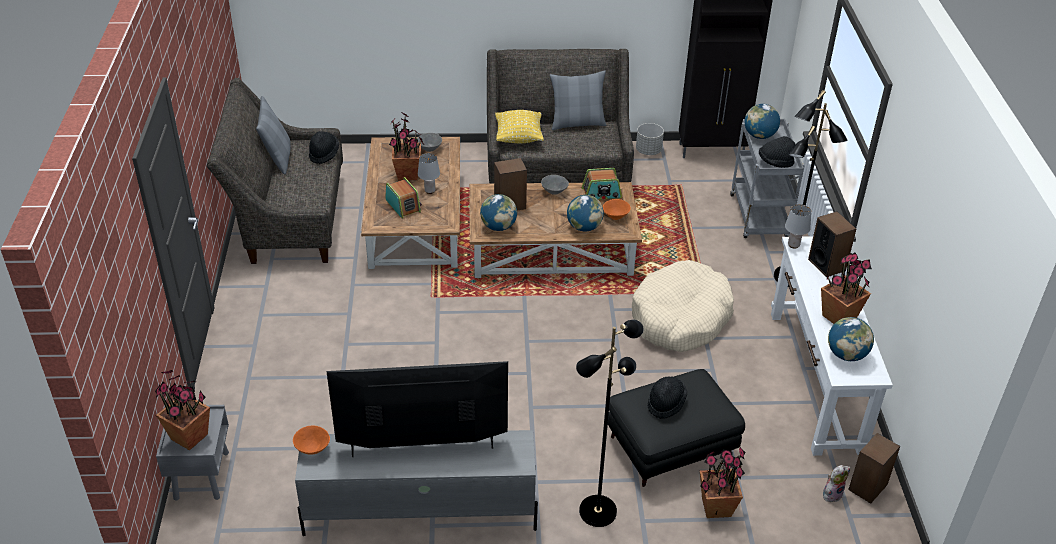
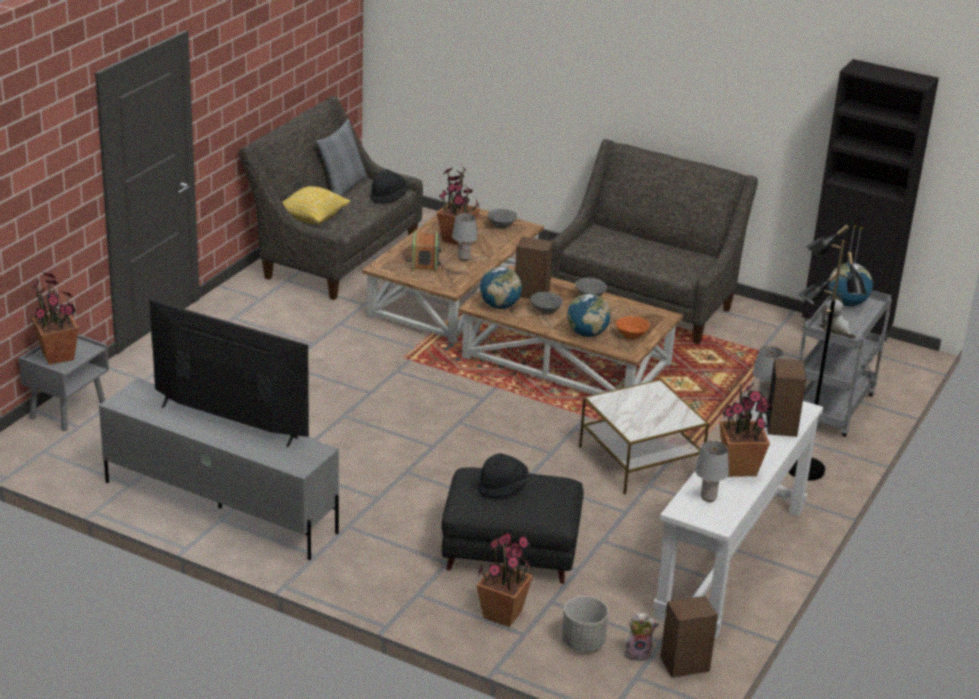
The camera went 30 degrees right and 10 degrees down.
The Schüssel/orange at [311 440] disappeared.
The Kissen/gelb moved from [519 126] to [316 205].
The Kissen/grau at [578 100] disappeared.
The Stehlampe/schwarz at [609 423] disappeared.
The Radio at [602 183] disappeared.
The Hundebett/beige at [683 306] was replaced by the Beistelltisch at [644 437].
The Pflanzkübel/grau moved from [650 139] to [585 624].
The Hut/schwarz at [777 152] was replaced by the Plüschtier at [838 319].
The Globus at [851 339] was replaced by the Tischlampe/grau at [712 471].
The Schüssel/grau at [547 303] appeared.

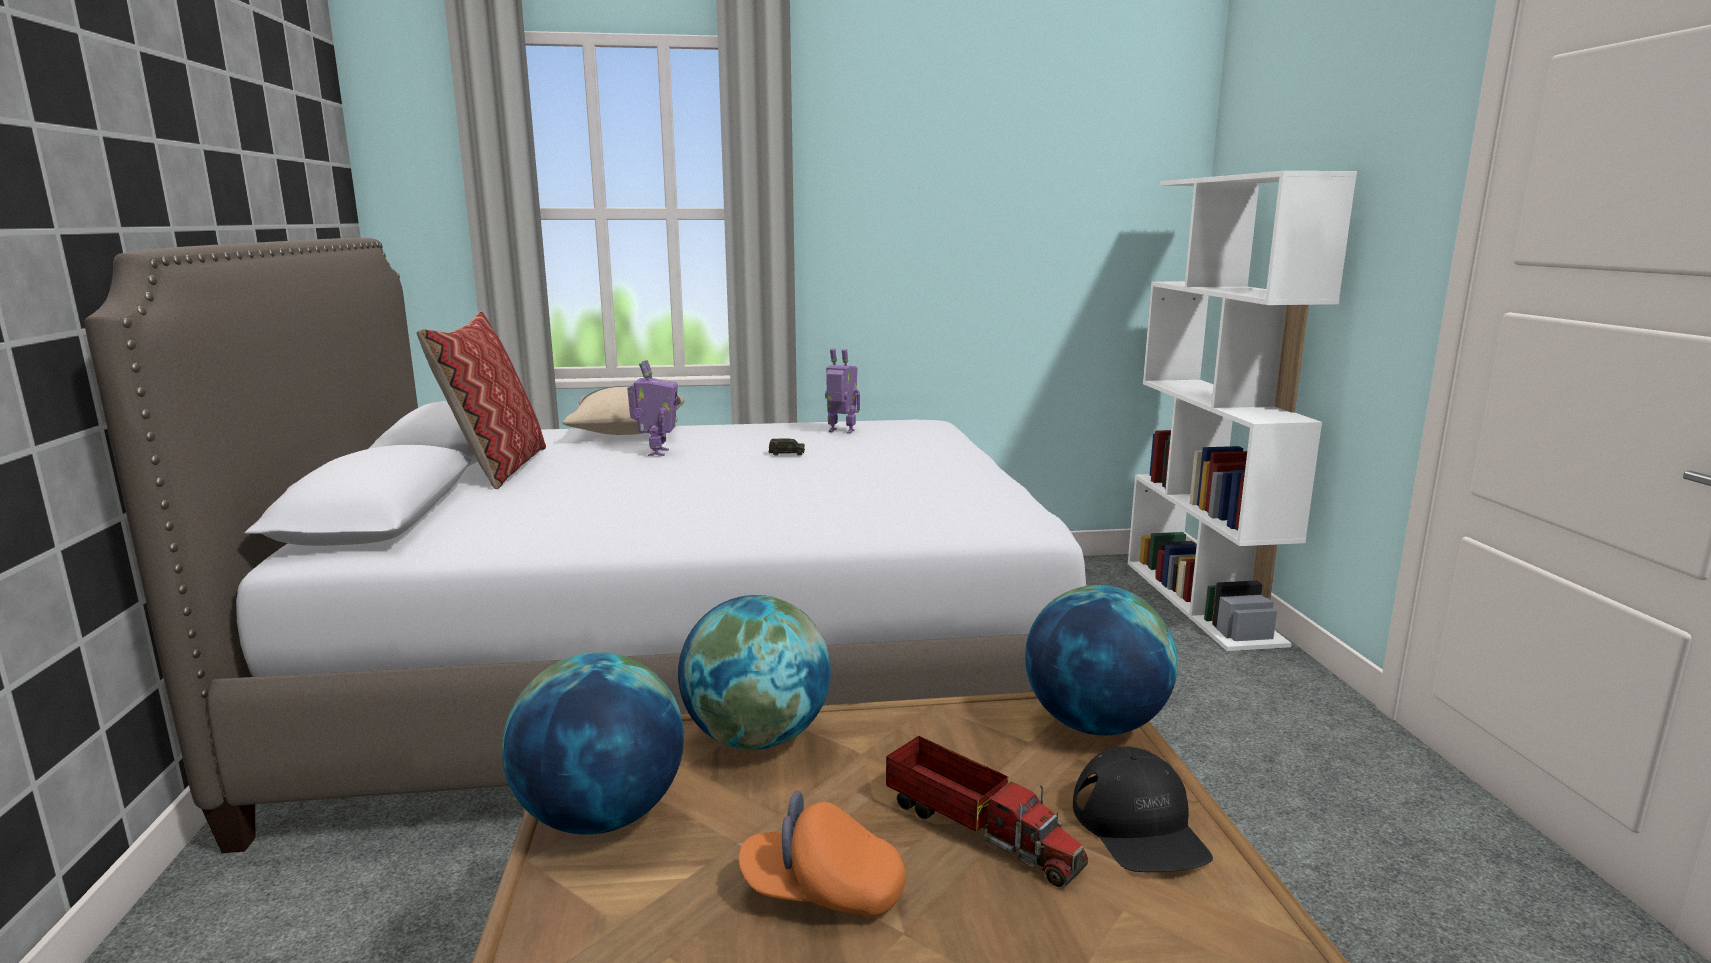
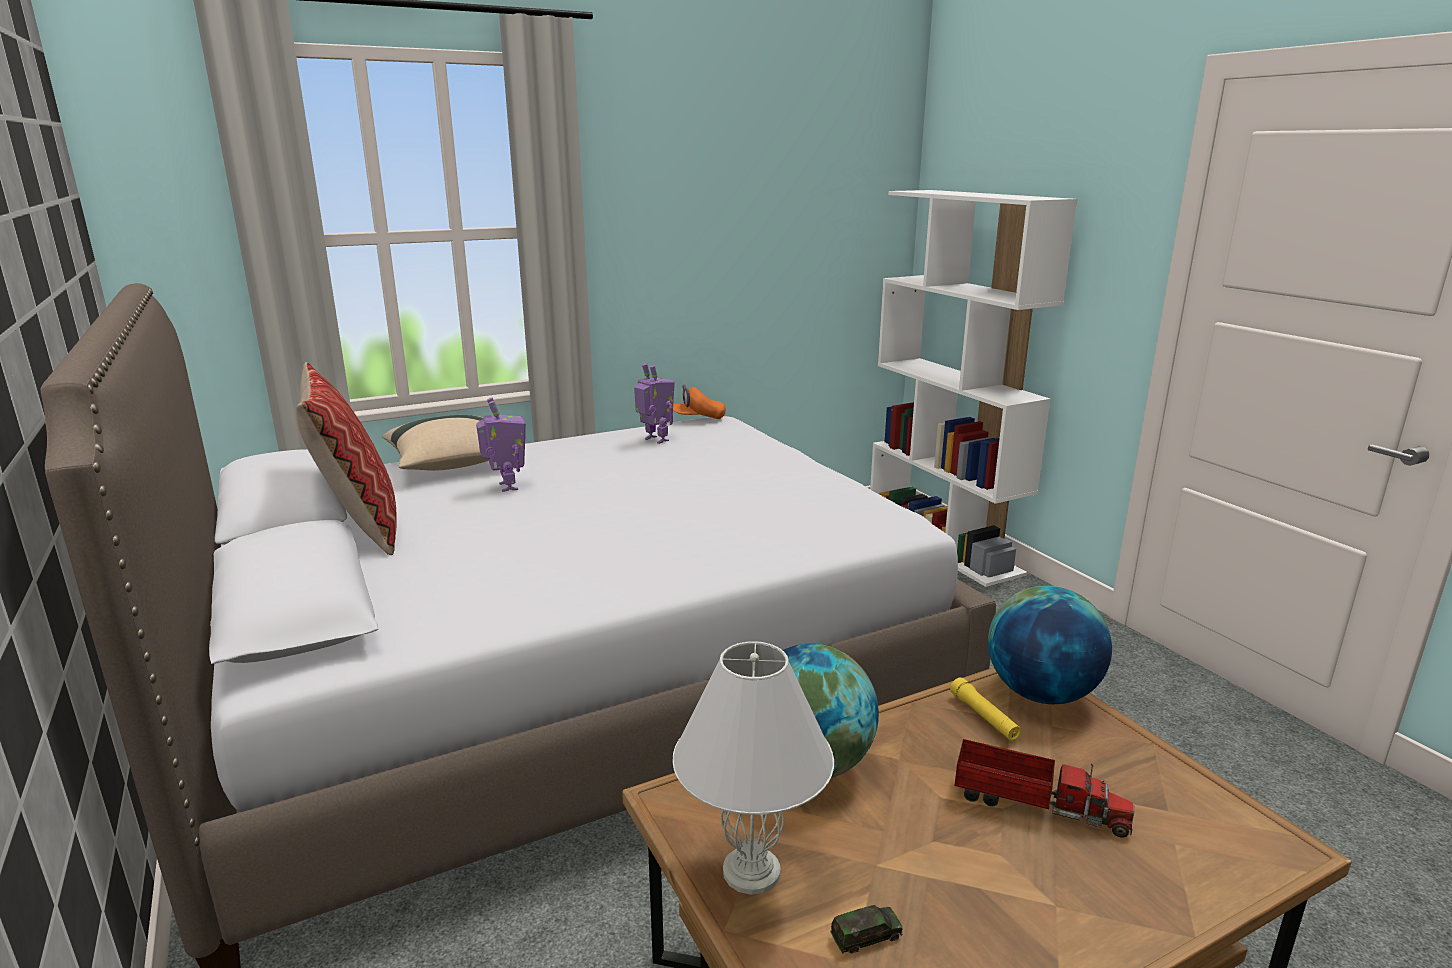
The camera went 20 degrees left and 5 degrees up.
The Globus at [593 743] was replaced by the Tischlampe/weiß at [753 768].
The Kappe/orange moved from [822 854] to [699 401].
The Spielzeugauto moved from [787 447] to [866 929].
The Spielzeugroboter at [842 391] turned 45 degrees clockwise.
The Kappe/schwarz at [1143 809] disappeared.
The Taschenlampe/gelb at [985 709] appeared.

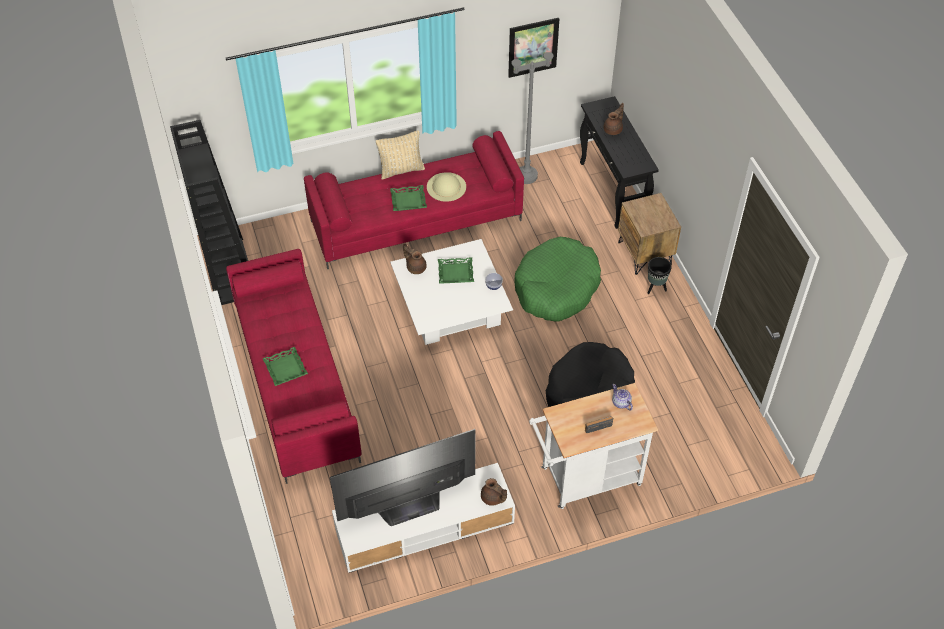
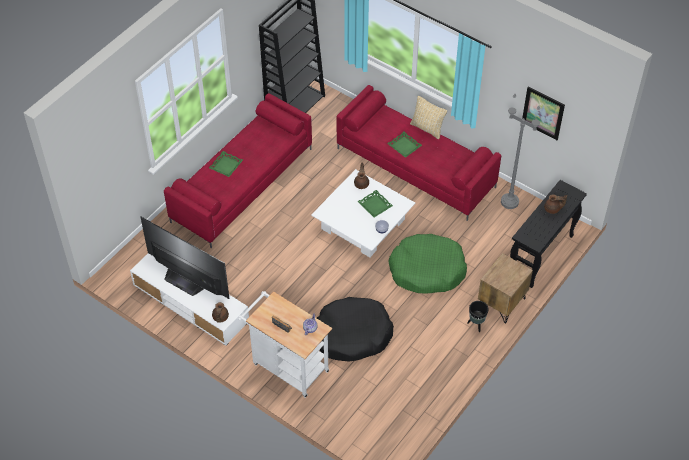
The camera went 55 degrees right and 0 degrees up.
The Hut/beige at [446 187] disappeared.

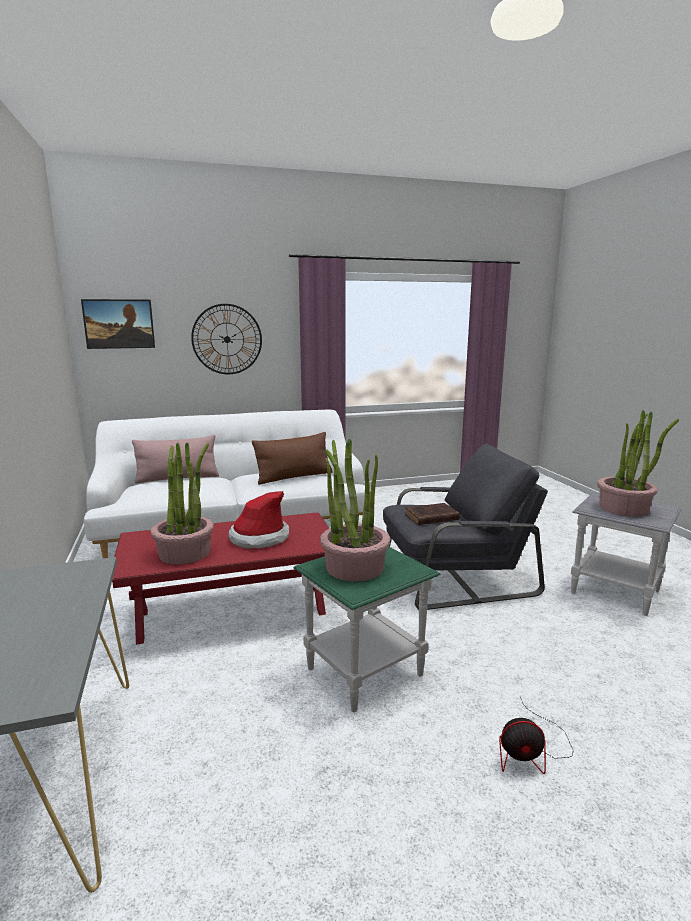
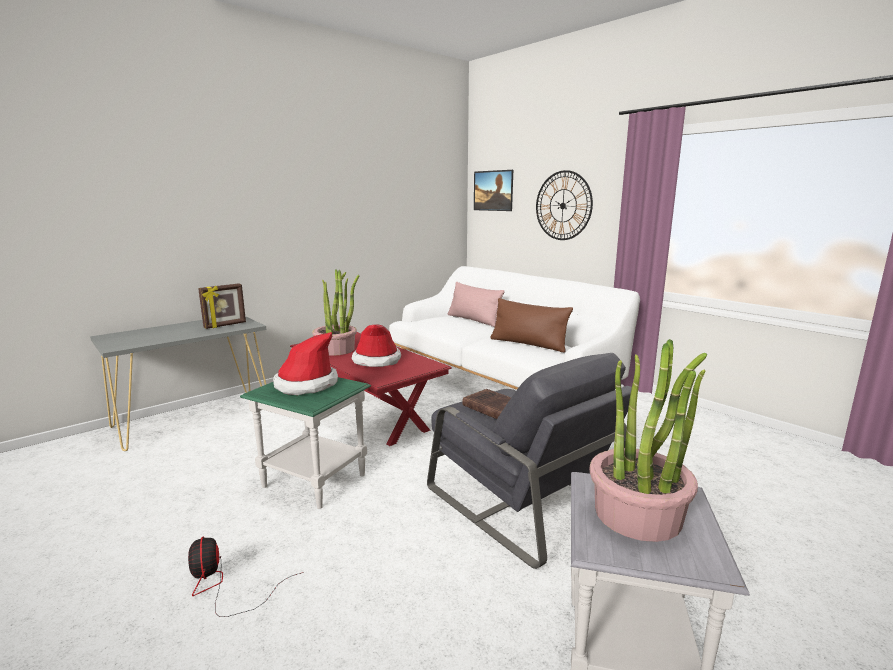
The camera went 65 degrees right and 0 degrees up.
The Topfpflanze at [355 510] was replaced by the Hut at [305 363].
The Bilderrahmen at [222 306] appeared.

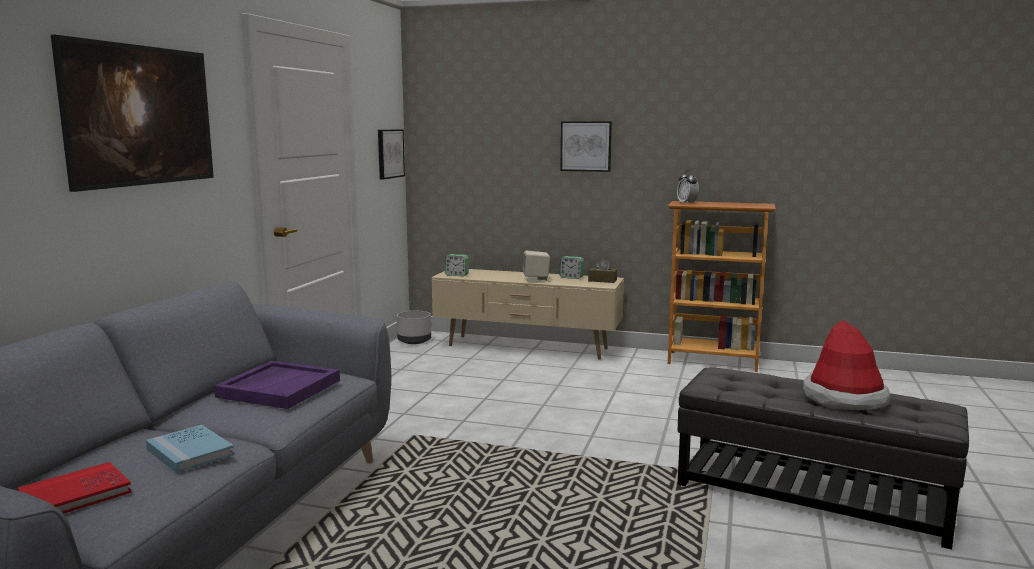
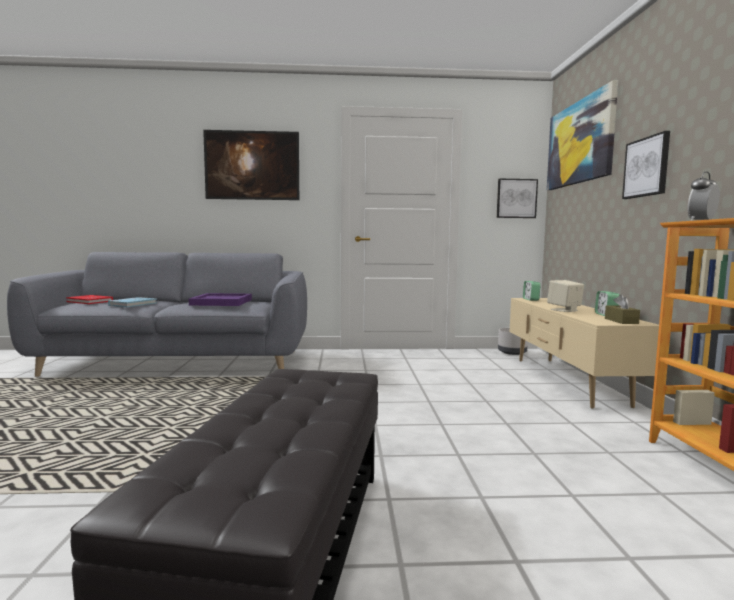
The camera went 70 degrees right and 5 degrees down.
The Hut at [847 365] disappeared.
The Bild at [582 135] appeared.

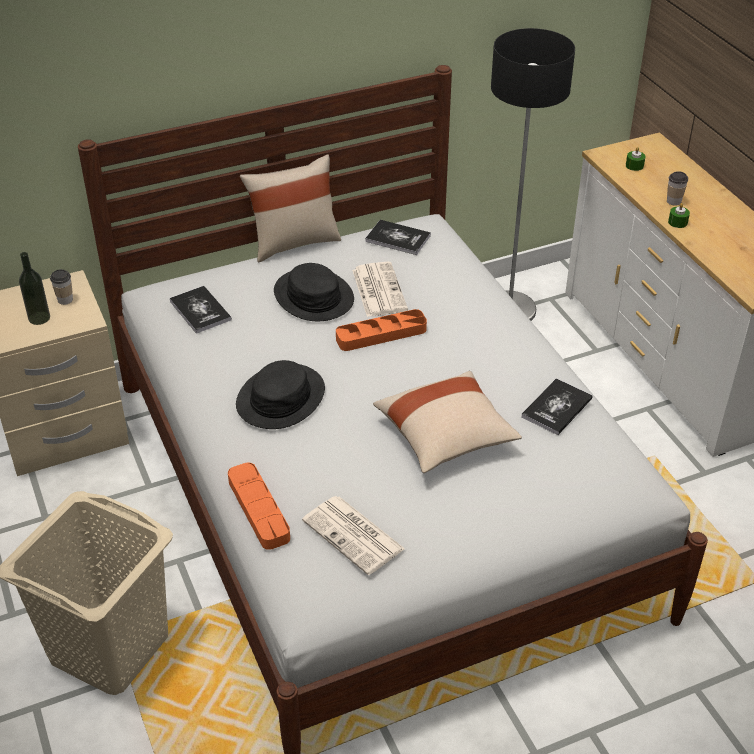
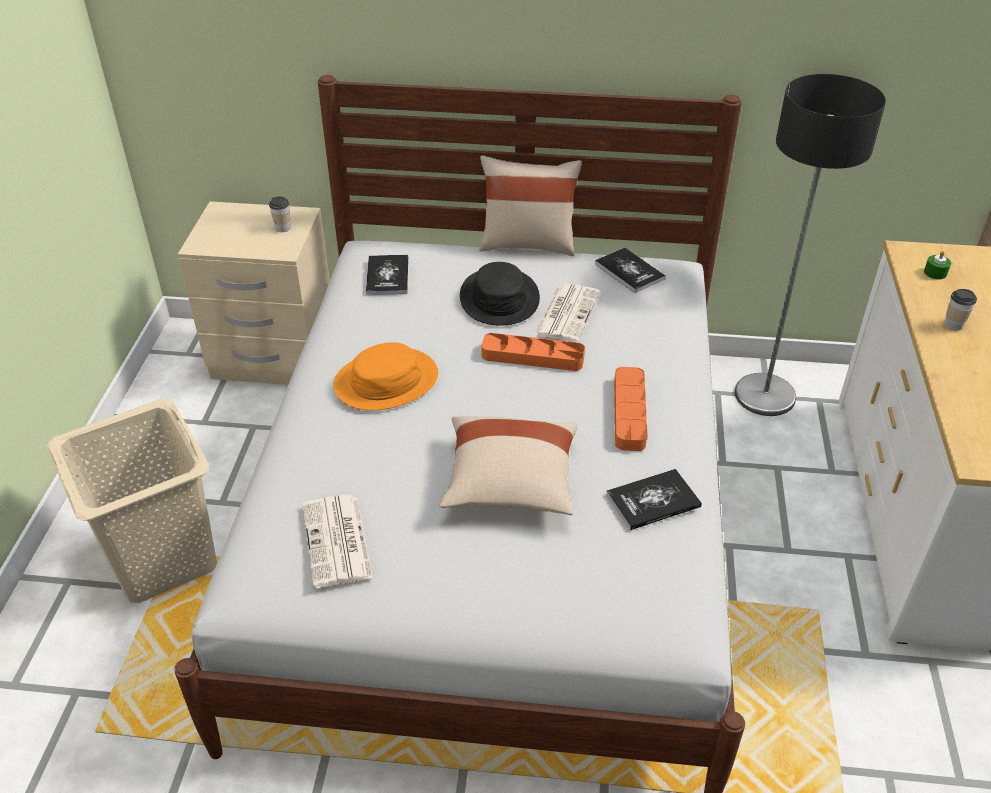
The camera went 30 degrees right and 0 degrees up.
The Flasche at [34 288] disappeared.
The Tablett/orange moved from [259 506] to [630 409].
The Hut/schwarz at [280 394] became the Hut/orange at [385 376].
The Kerze/grün at [679 215] disappeared.

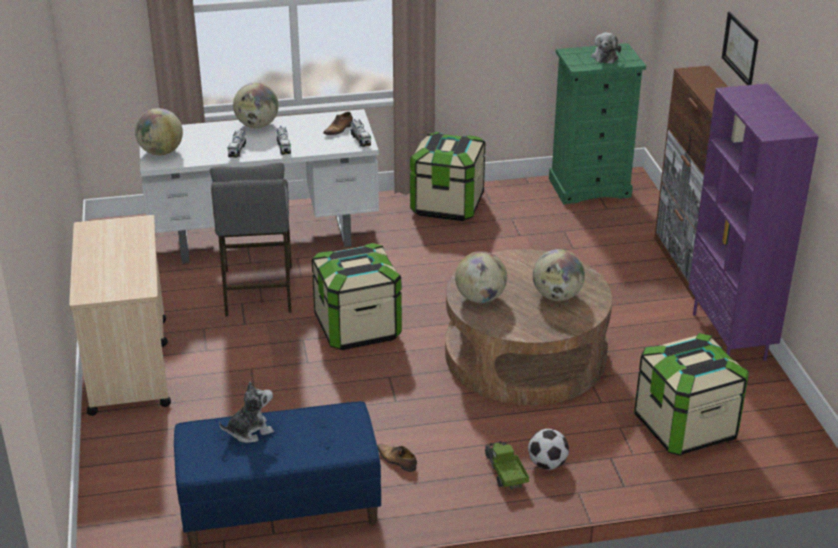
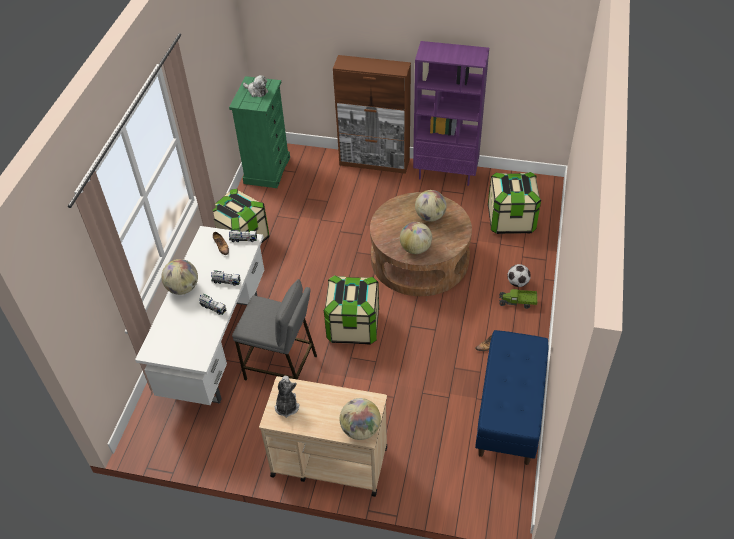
The camera went 65 degrees left and 15 degrees up.
The Globus moved from [159 131] to [360 419].
The Plüschtier moved from [246 412] to [287 397].
The Bild at [740 48] disappeared.

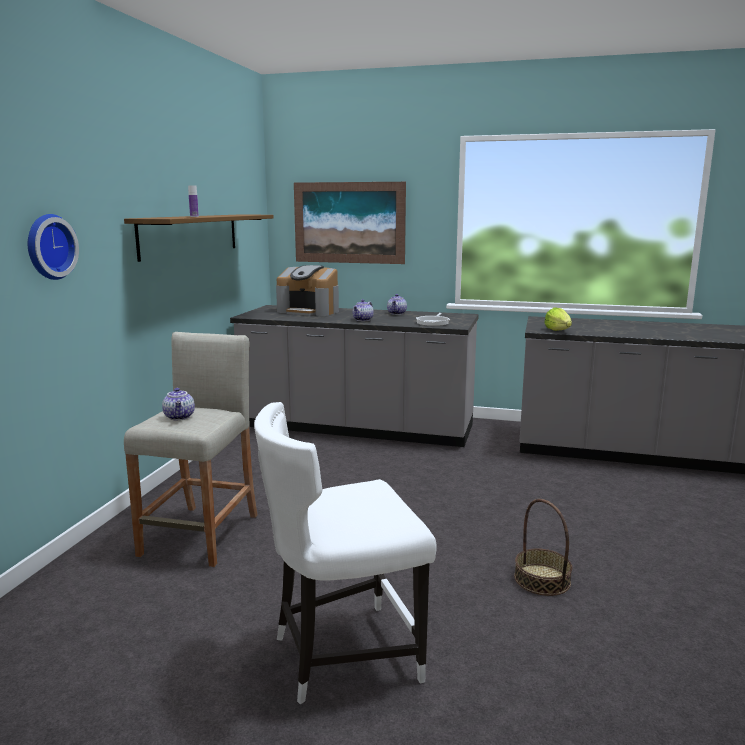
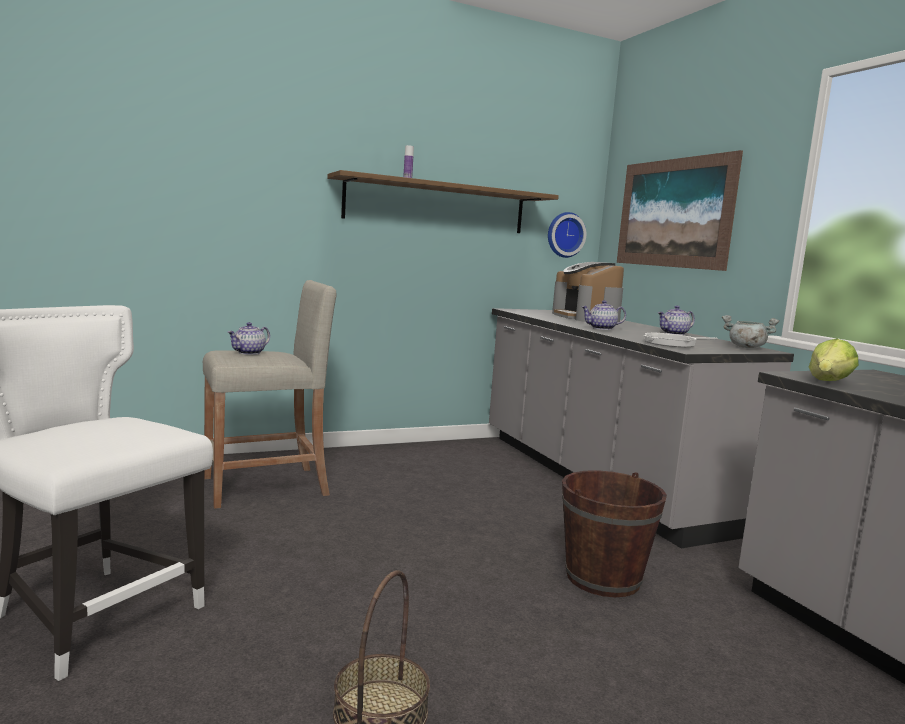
The camera went 50 degrees right and 5 degrees down.
The Wanduhr moved from [53 247] to [567 235].
The Eimer/braun at [614 533] appeared.
The Kochtopf/grau at [751 331] appeared.

